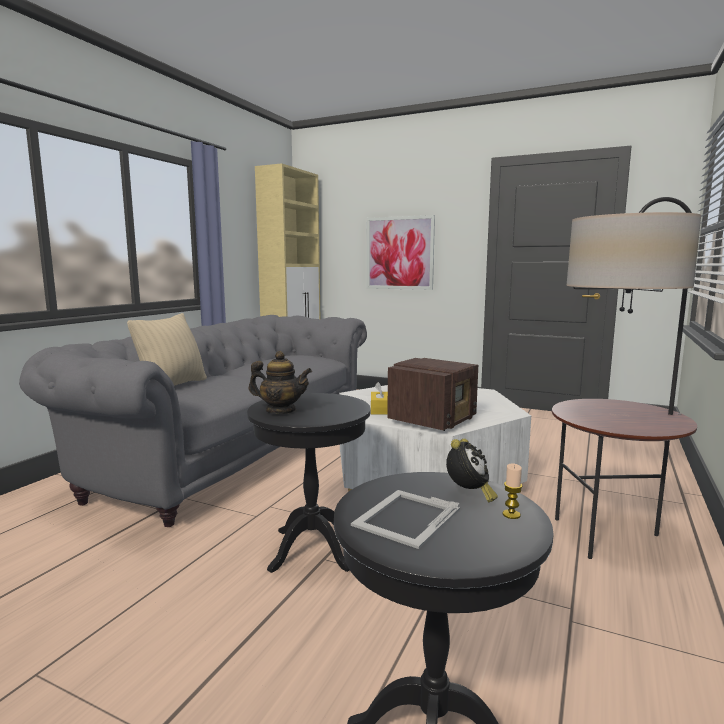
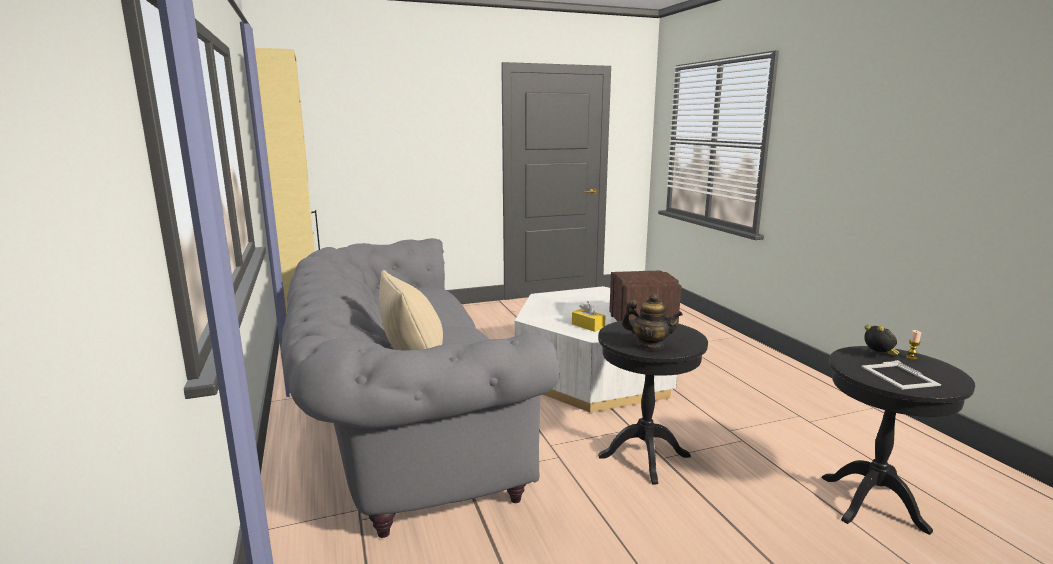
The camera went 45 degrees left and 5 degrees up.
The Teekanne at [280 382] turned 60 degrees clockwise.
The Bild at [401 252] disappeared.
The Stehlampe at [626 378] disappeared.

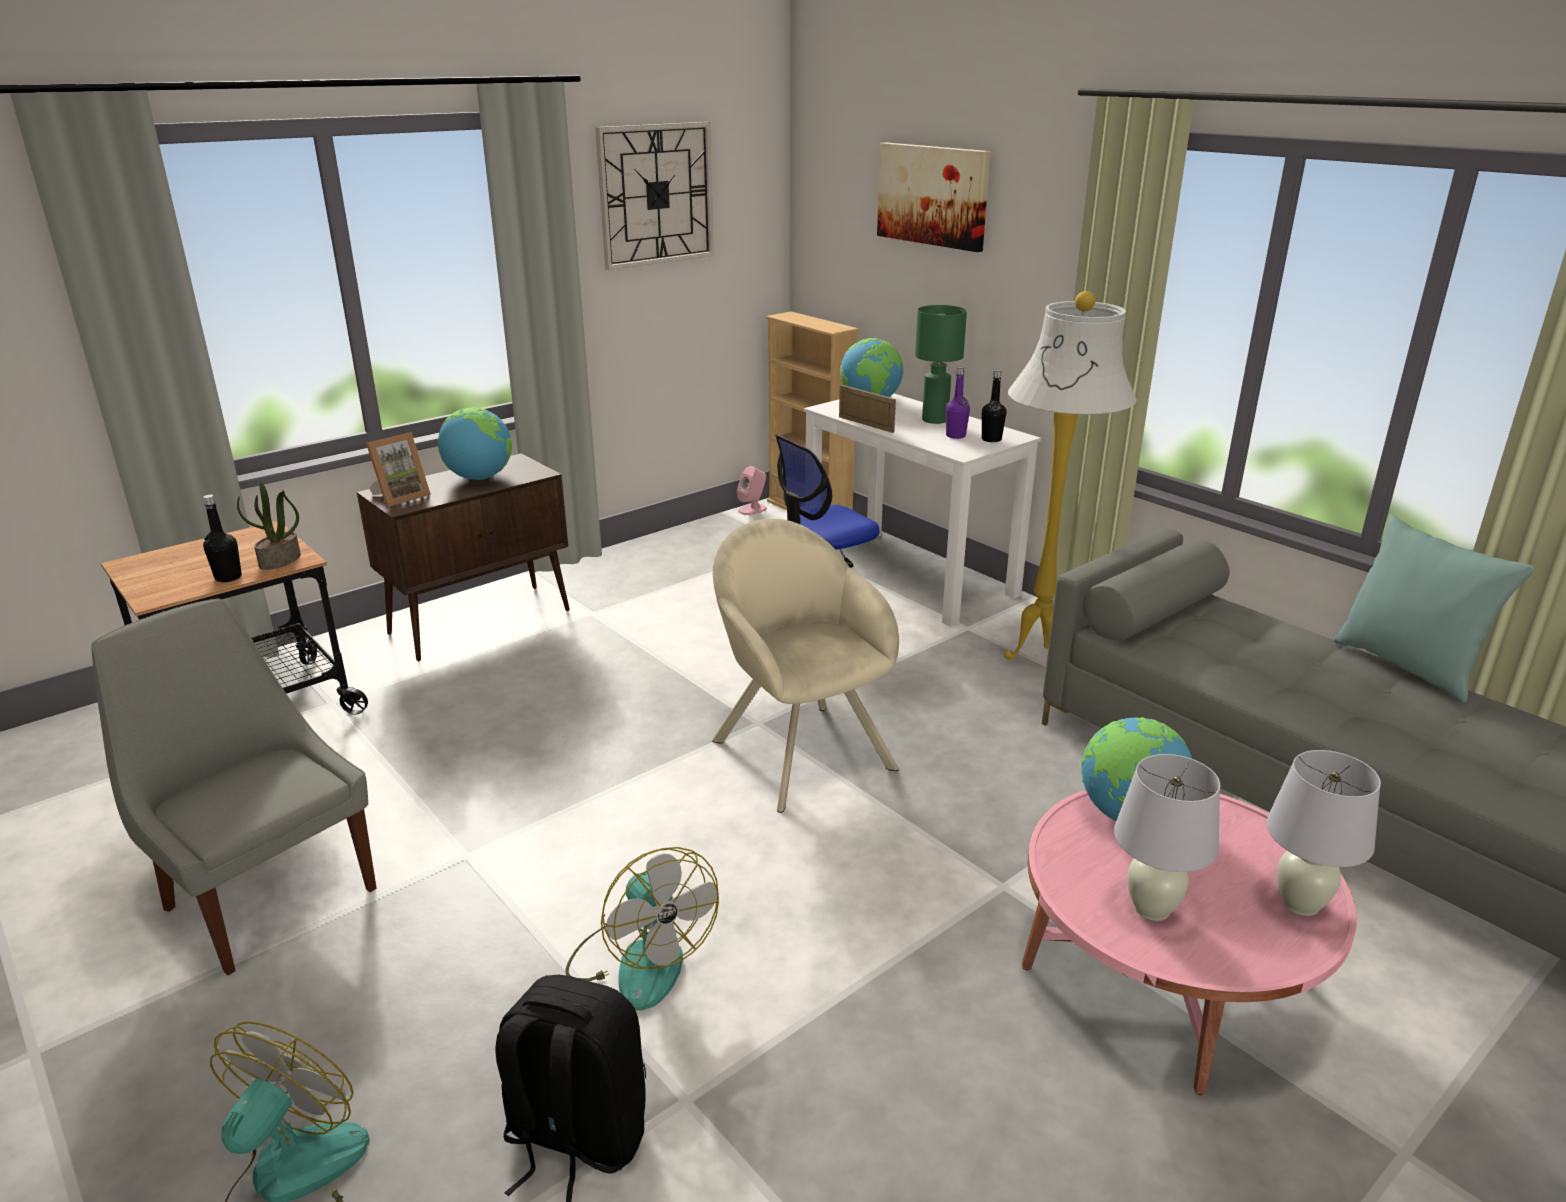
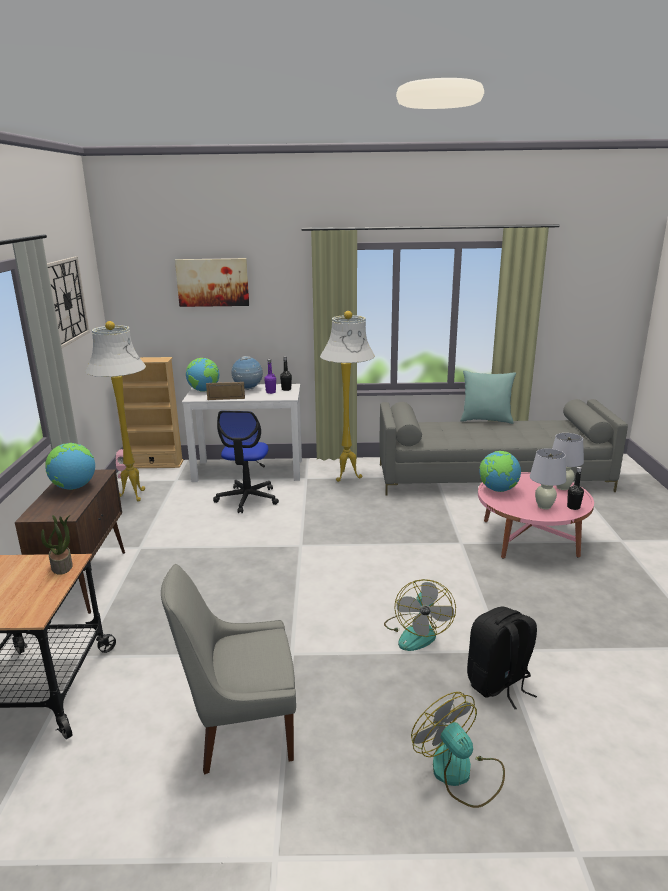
The camera went 50 degrees left and 5 degrees down.
The Flasche/schwarz moved from [222 538] to [575 488].
The Bilderrahmen at [398 469] disappeared.
The Ventilator at [642 929] turned 90 degrees clockwise.
The Sessel/beige at [805 666] disappeared.
The Tischlampe/grün at [941 364] was replaced by the Globus at [247 373].
The Stehlampe/weiß at [115 411] appeared.

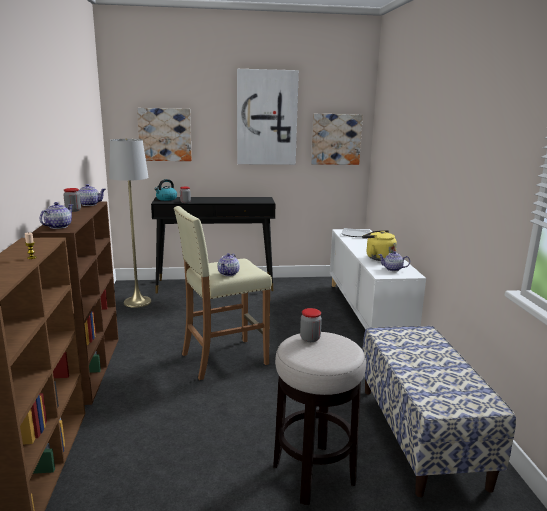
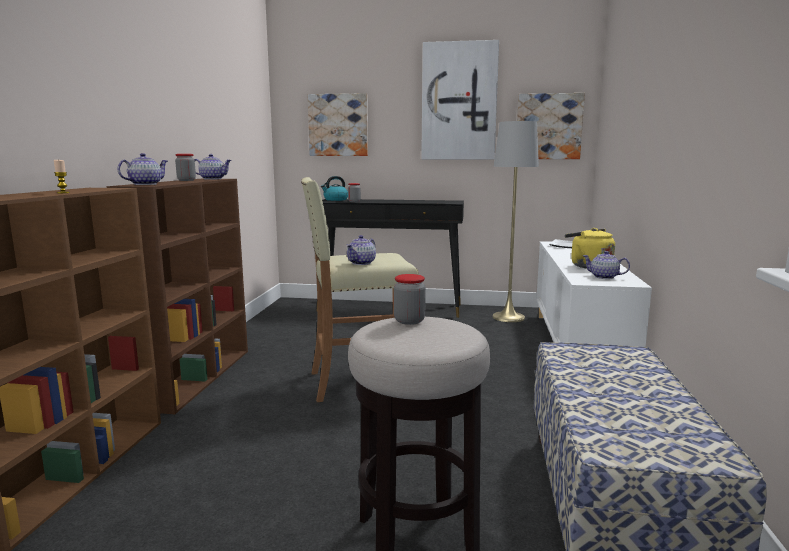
The camera went 15 degrees right and 5 degrees down.
The Stehlampe/grau moved from [130 223] to [515 221].

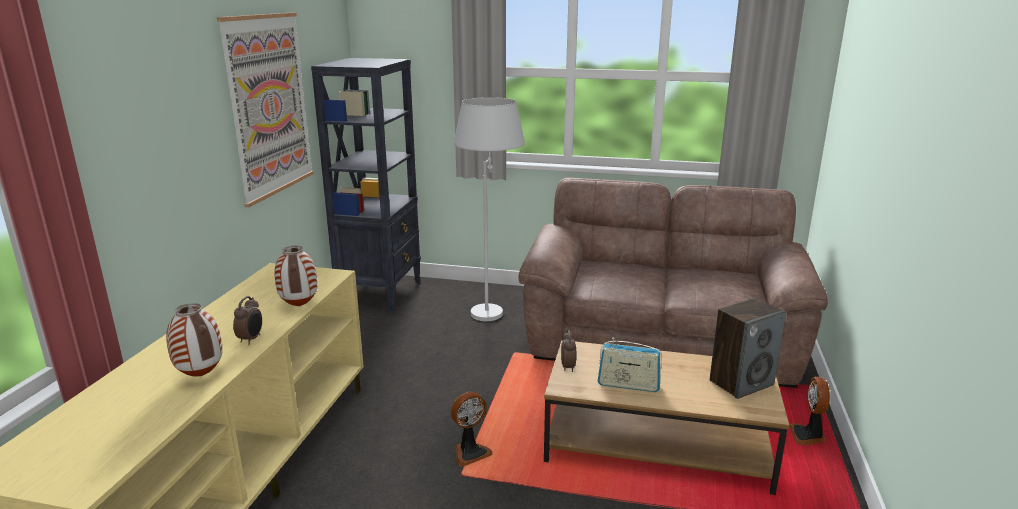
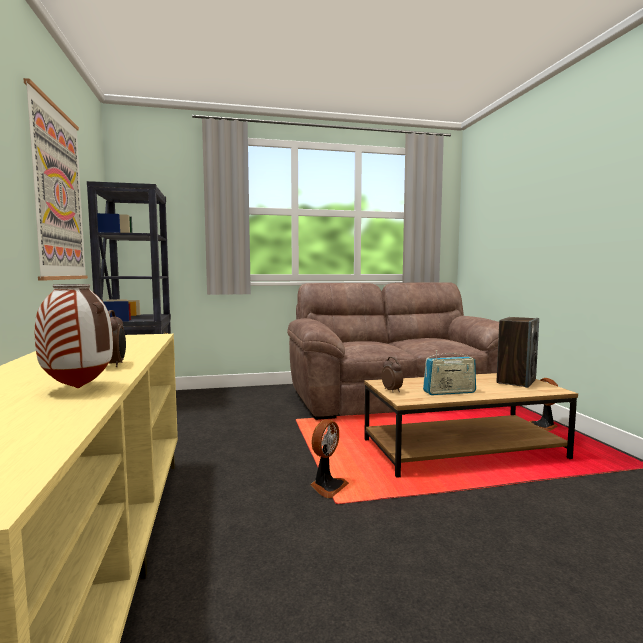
The camera went 25 degrees left and 15 degrees down.
The Vase at [296 276] disappeared.
The Stehlampe/weiß at [489 209] disappeared.

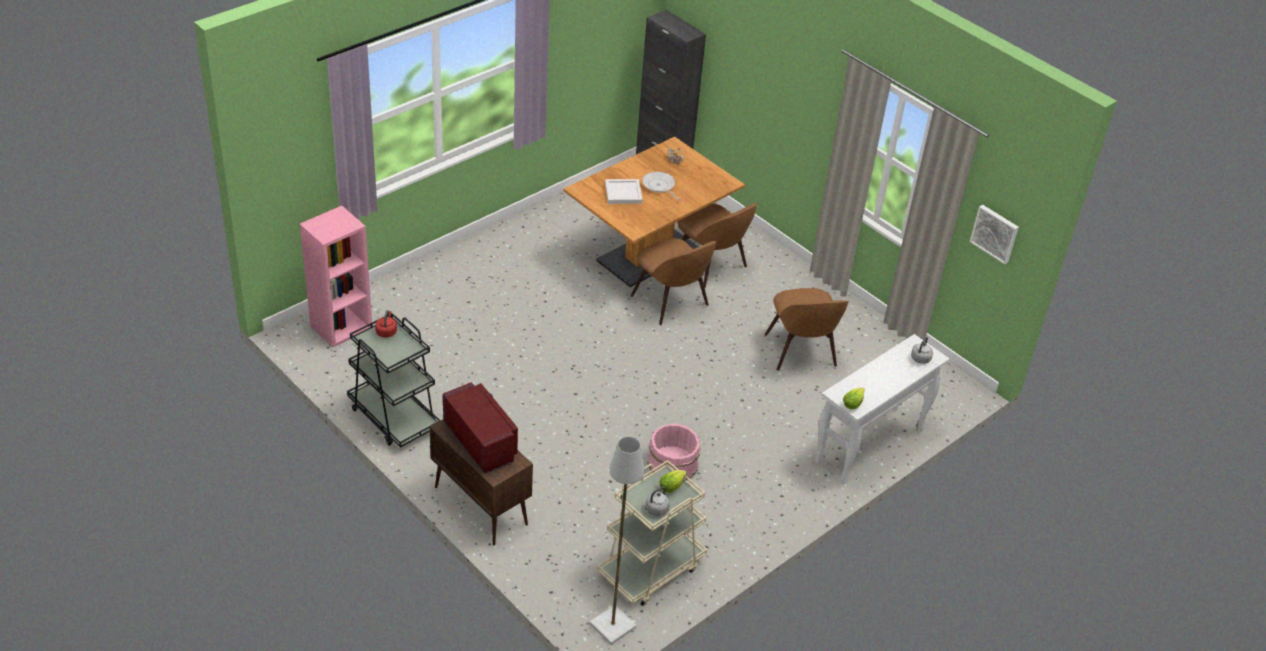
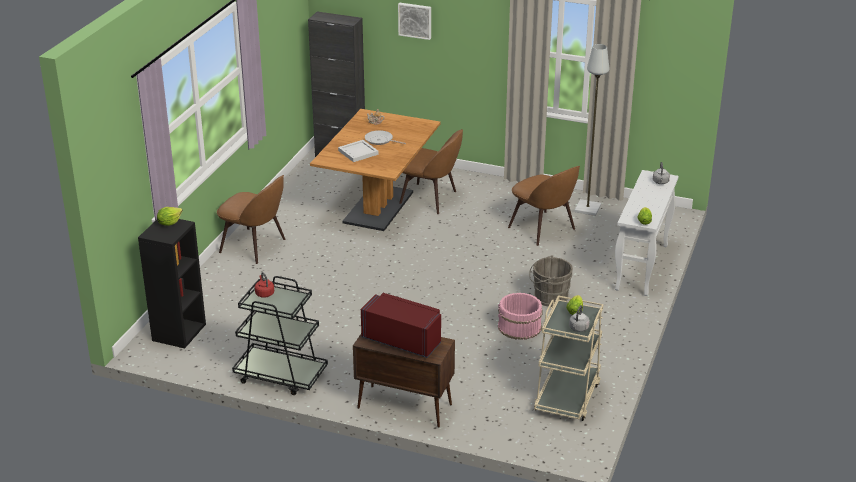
The camera went 25 degrees left and 10 degrees down.
The Bücherregal/rosa at [336 277] became the Bücherregal/schwarz at [172 283].
The Stehlampe/grau moved from [617 541] to [591 130].
The Stuhl/braun moved from [674 281] to [251 219].
The Bild moved from [994 234] to [414 21].
The Salatkopf at [169 216] appeared.
The Eimer/grau at [551 281] appeared.

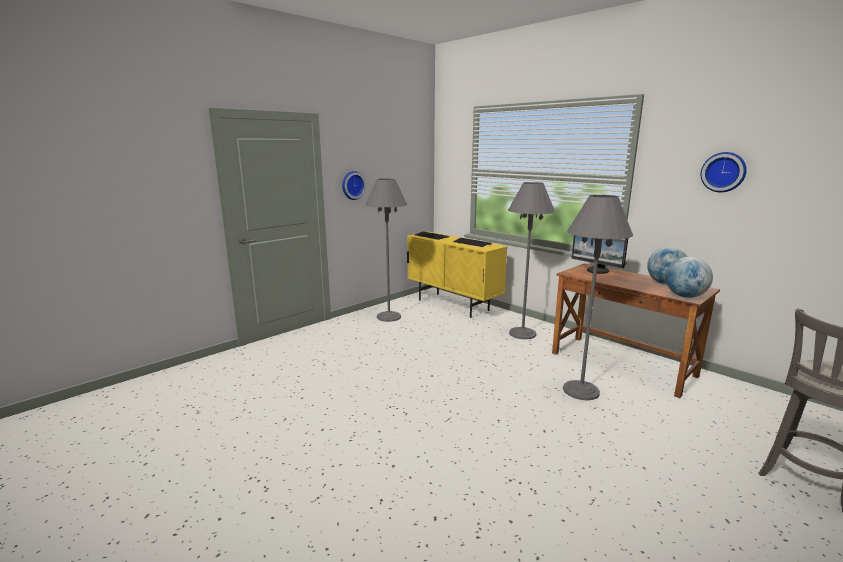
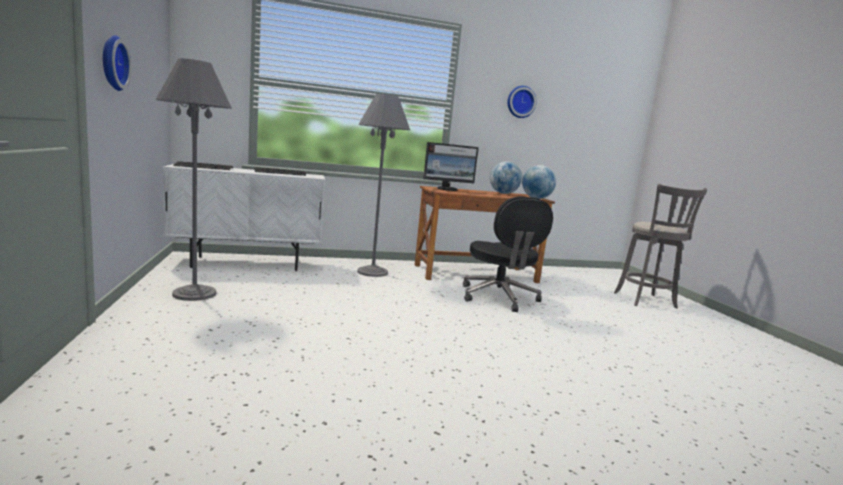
The camera went 60 degrees left and 5 degrees down.
The Schrank/gelb at [457 275] became the Schrank/weiß at [244 217].
The Stehlampe/grau at [598 297] was replaced by the Bürostuhl/schwarz at [508 254].

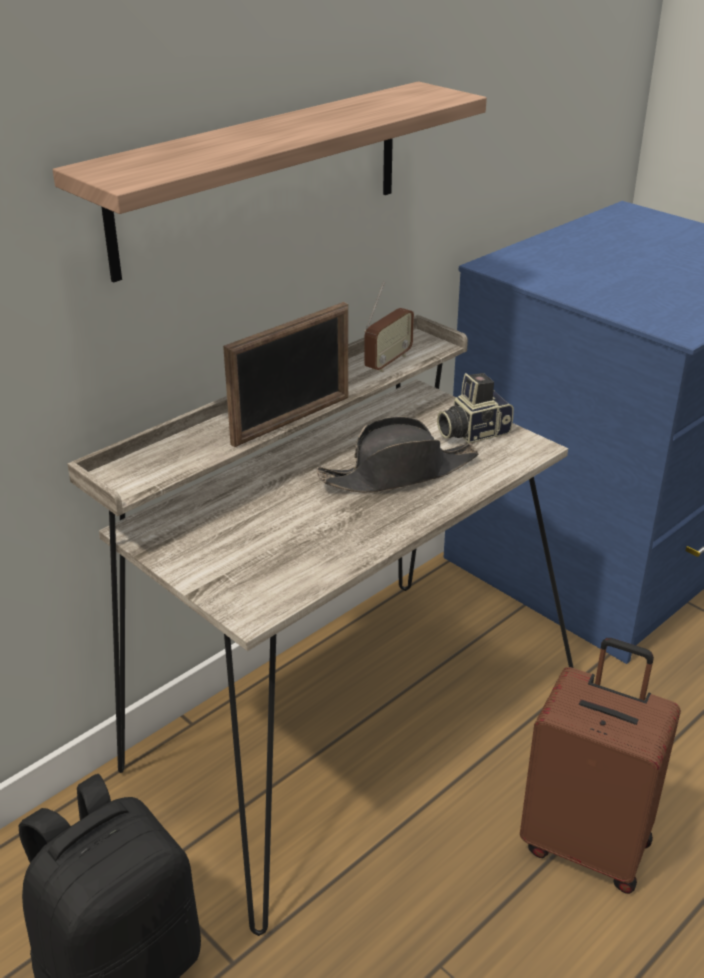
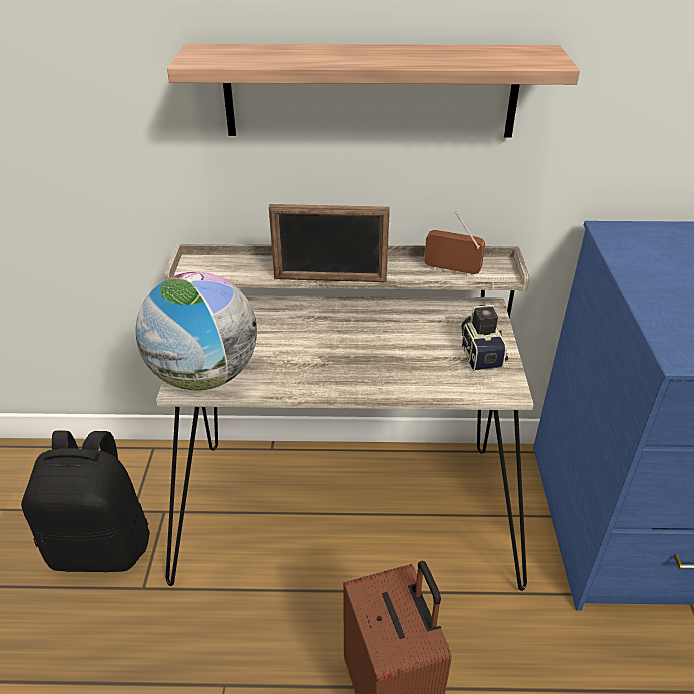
The camera went 45 degrees right and 5 degrees up.
The Hut/schwarz at [397 455] disappeared.
The Radio at [389 327] turned 150 degrees counterclockwise.
The Kamera at [475 408] turned 60 degrees clockwise.
The Globus at [196 331] appeared.

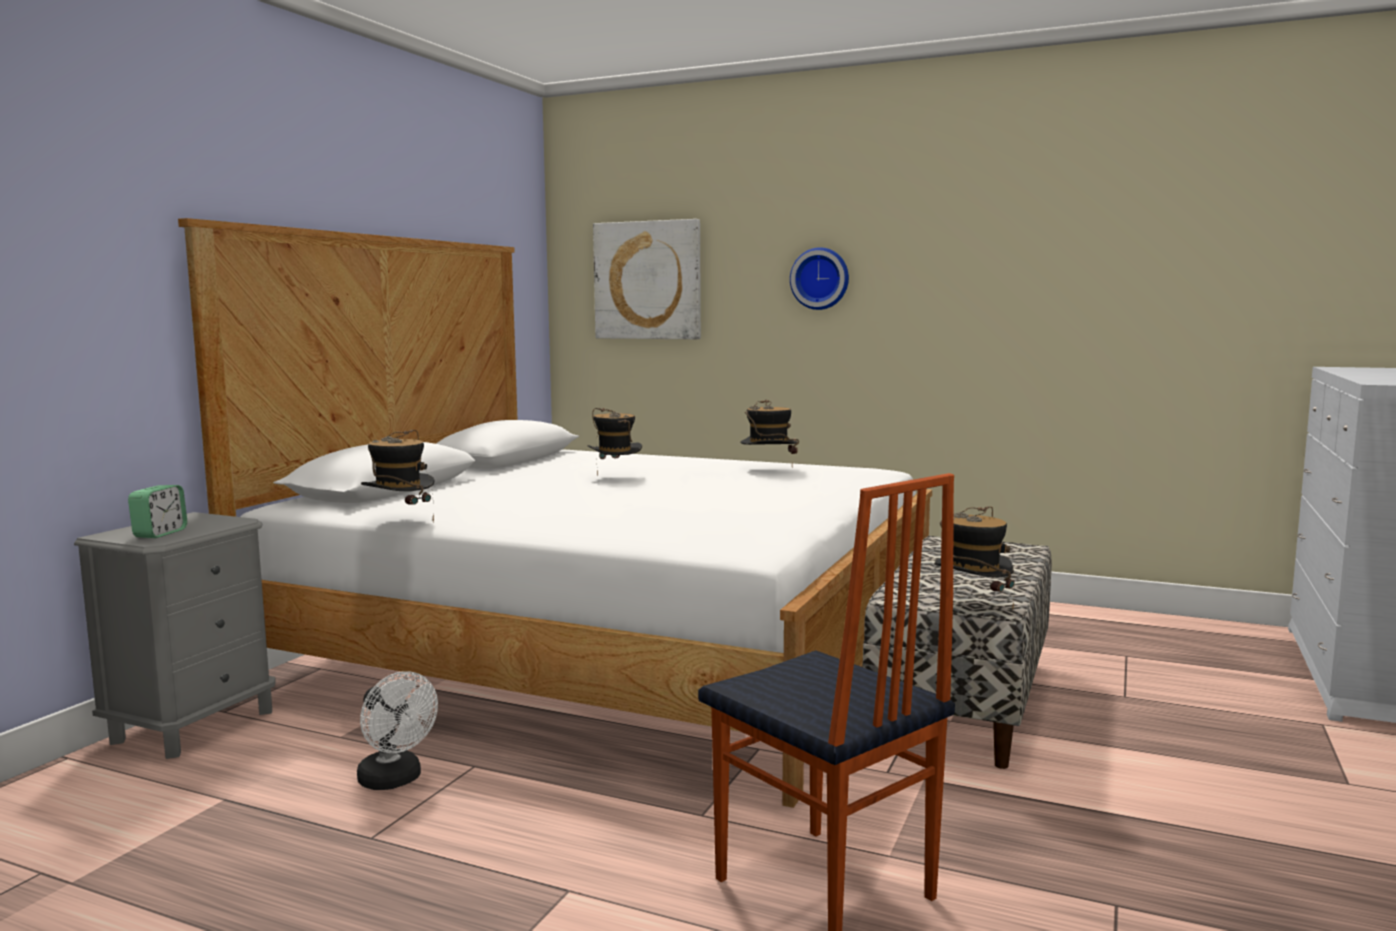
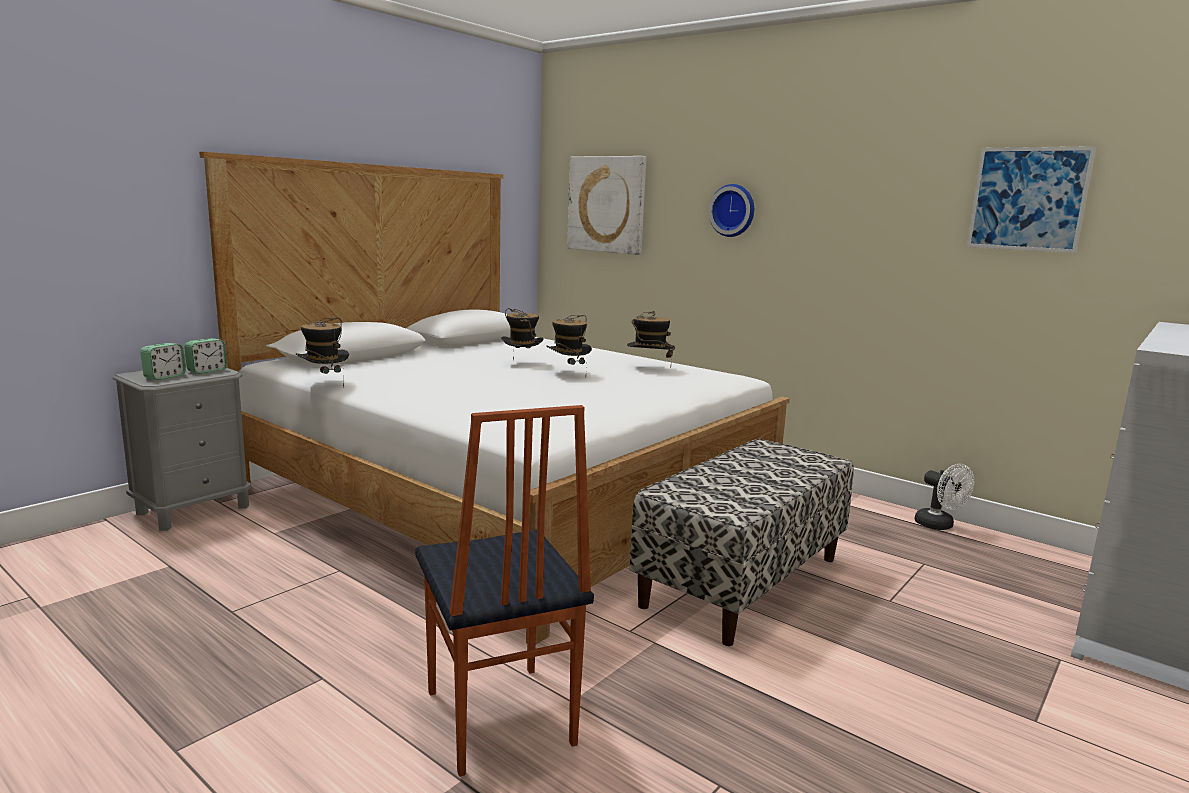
The camera went 15 degrees right and 5 degrees up.
The Ventilator/weiß moved from [397 730] to [944 497].
The Hut moved from [974 558] to [569 342].
The Wecker at [205 356] appeared.
The Bild at [1031 199] appeared.

